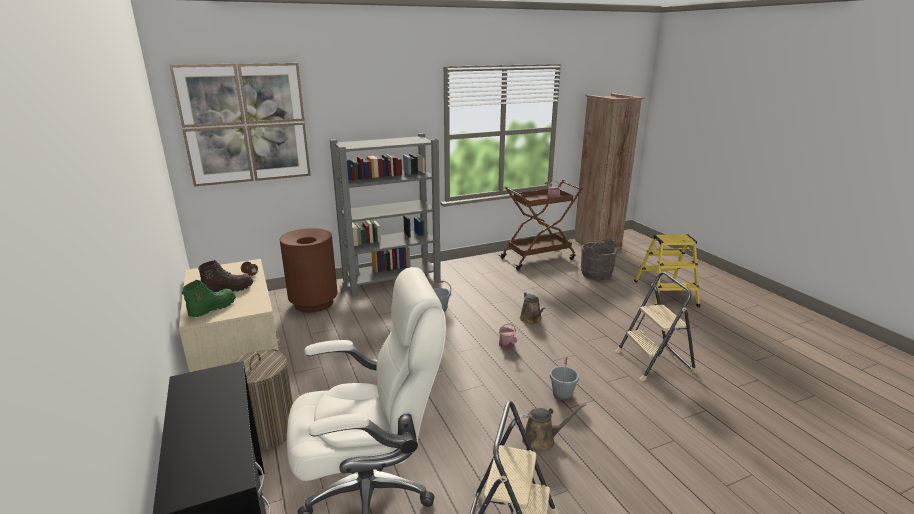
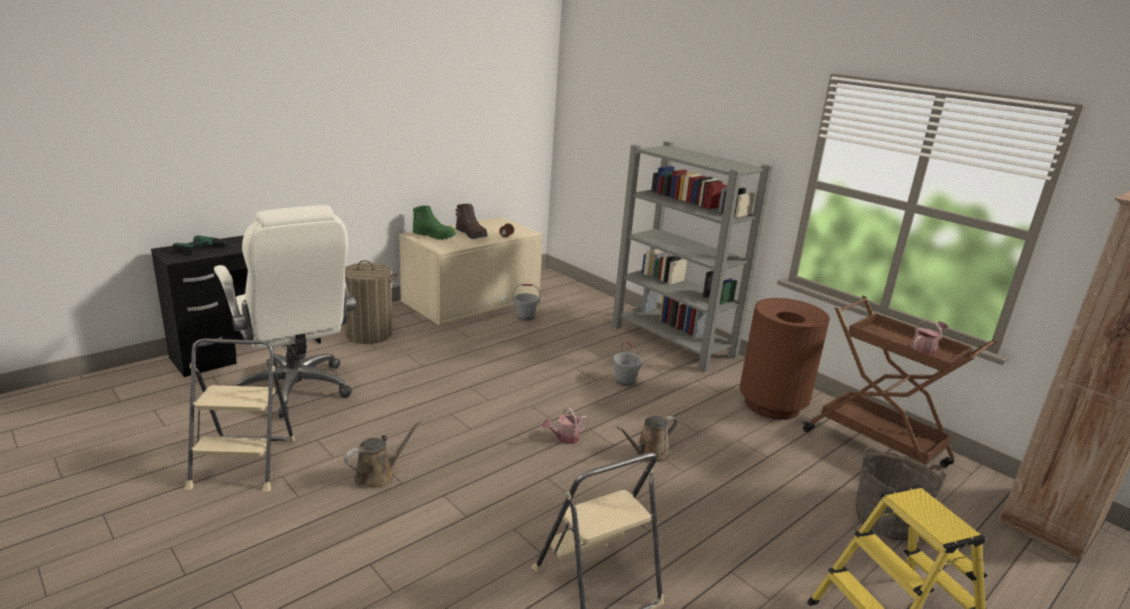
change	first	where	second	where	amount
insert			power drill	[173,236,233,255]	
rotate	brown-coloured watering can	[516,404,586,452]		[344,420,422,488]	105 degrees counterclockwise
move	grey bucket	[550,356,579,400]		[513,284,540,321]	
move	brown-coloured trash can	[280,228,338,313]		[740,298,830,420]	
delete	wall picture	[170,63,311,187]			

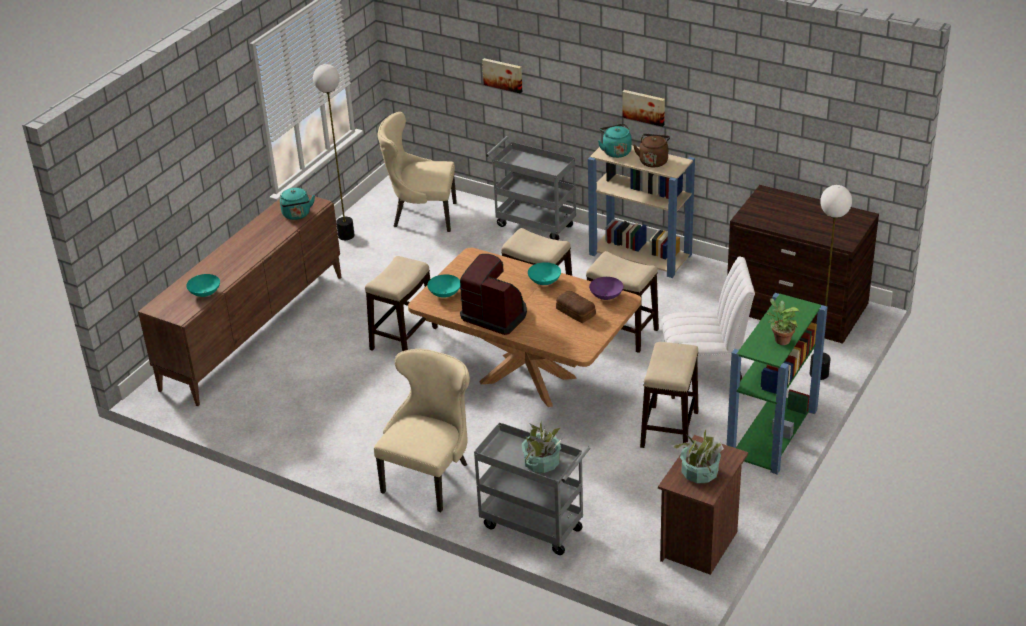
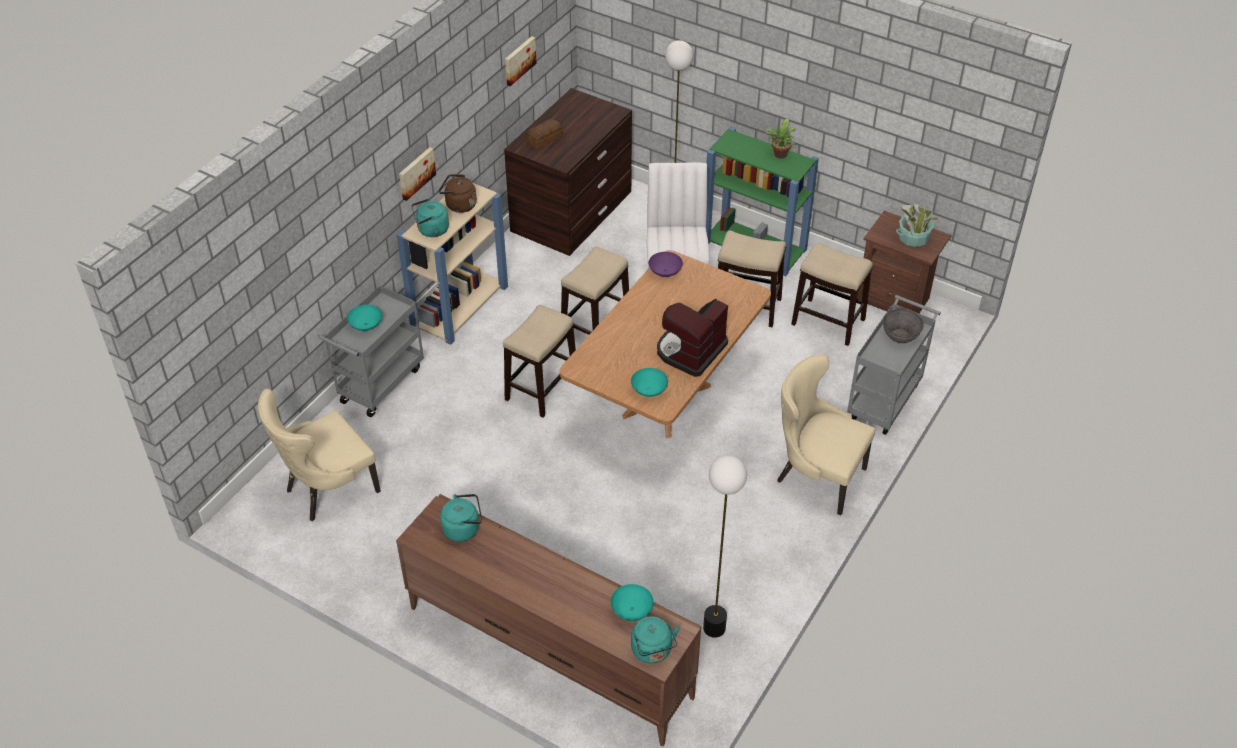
change	first	where	second	where	amount
rotate	beige plain chair	[377,112,457,232]		[258,389,381,521]	45 degrees clockwise
move	turquoise deep dish	[528,262,561,285]		[347,304,382,331]	
move	wall picture	[482,58,522,94]		[505,36,537,86]	
move	bread	[556,291,596,323]		[526,119,563,149]	
insert			turquoise kettle	[631,616,680,664]	
move	floor lamp	[313,64,355,240]		[703,455,747,638]	
move	stool	[365,256,438,351]		[791,243,873,346]	
replace	potted plant	[522,422,565,473]	grey deep dish	[883,309,924,343]	

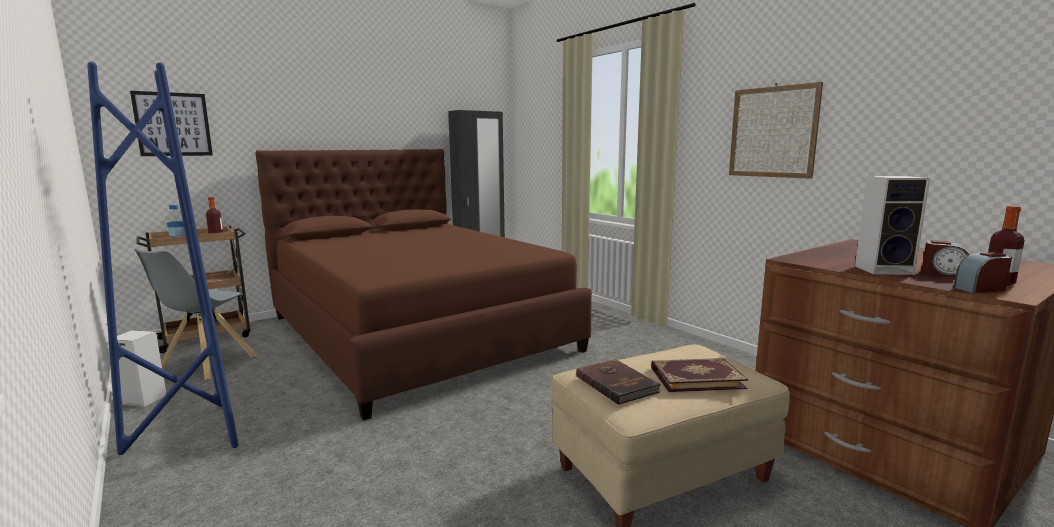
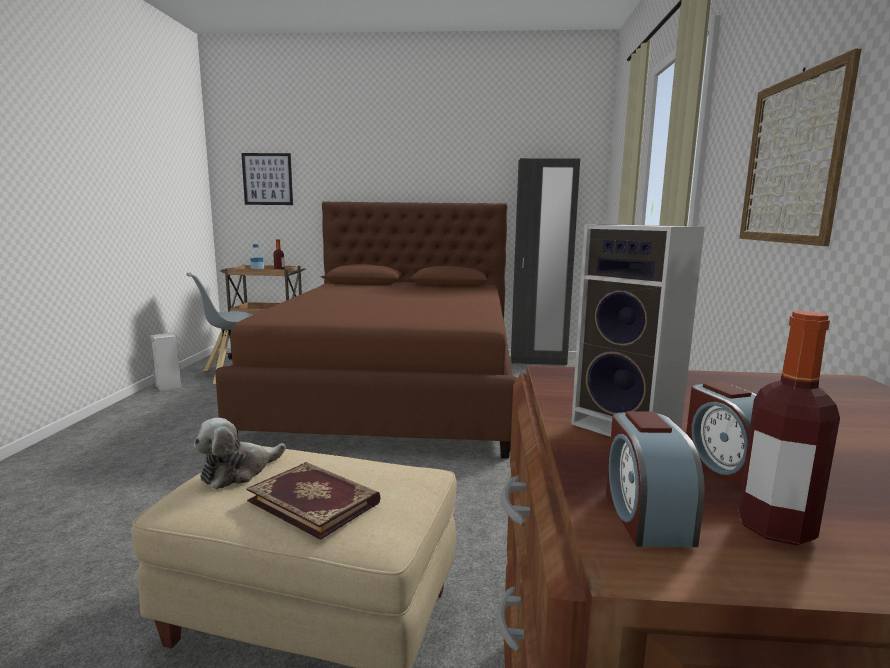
change	first	where	second	where	amount
replace	brown-coloured bound book	[576,359,661,405]	plush toy	[193,418,286,489]	
rotate	alarm clock	[954,252,1012,293]		[606,411,705,547]	120 degrees counterclockwise
delete	blue-coloured garment stand	[87,62,238,455]			

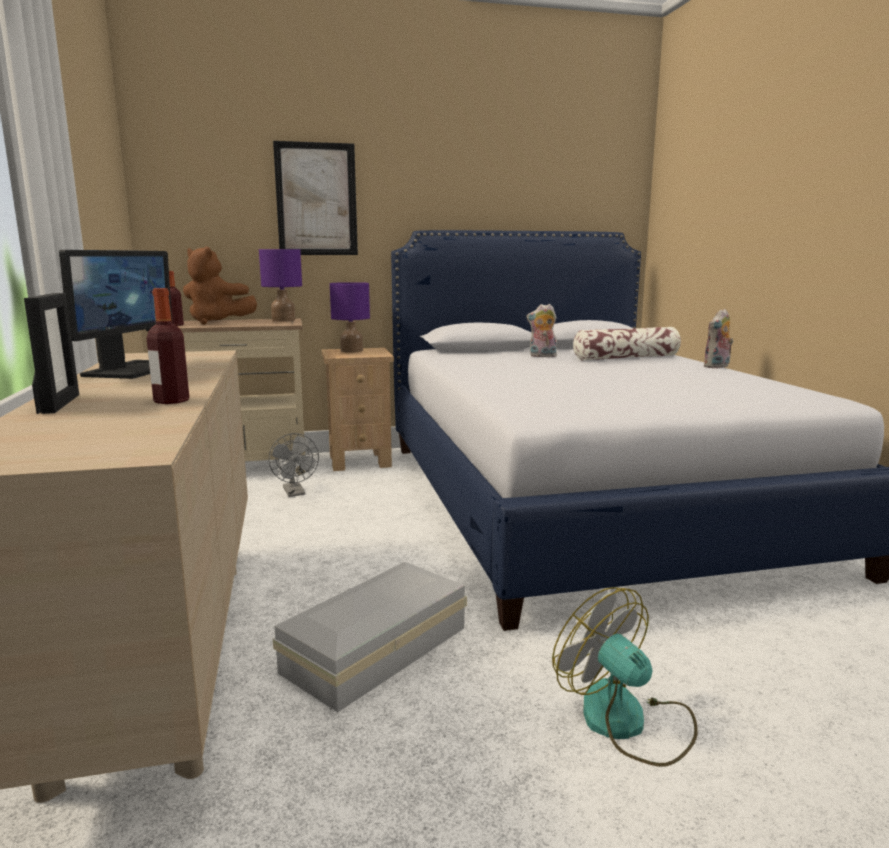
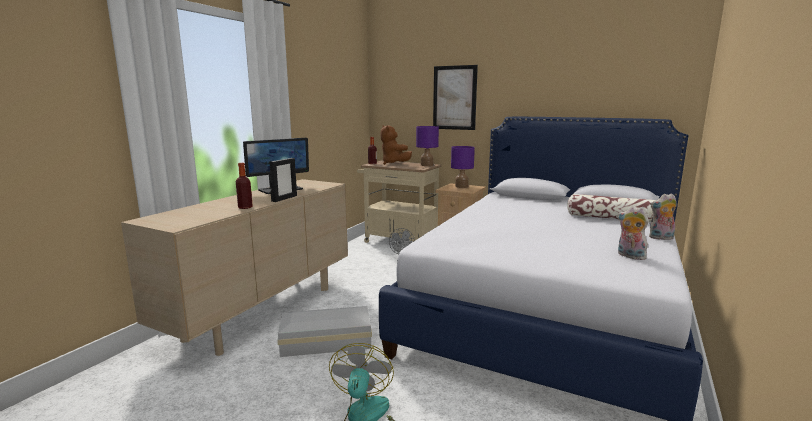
change	first	where	second	where	amount
move	picture frame	[24,293,79,414]		[269,158,297,202]	
move	plush toy	[526,304,557,357]		[618,206,649,260]	

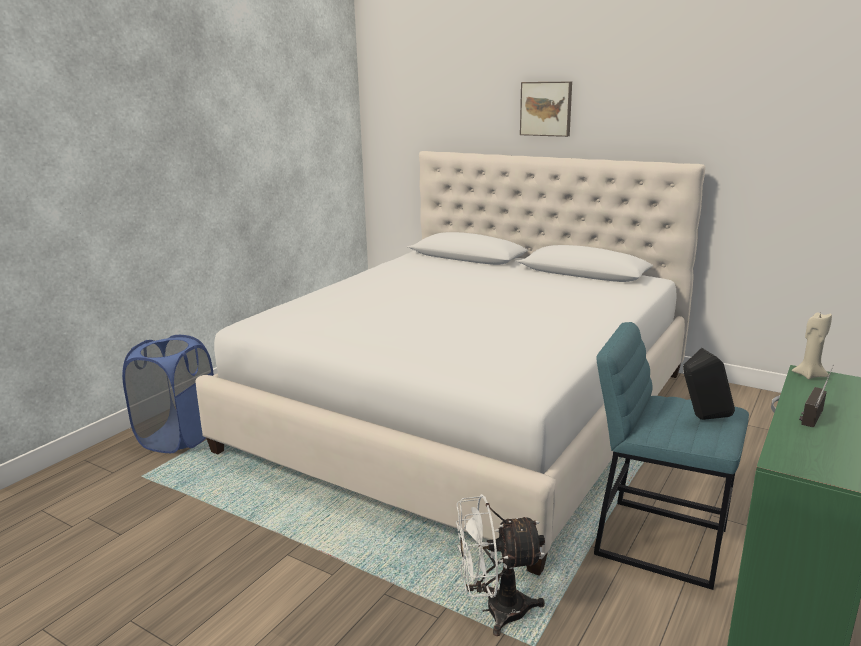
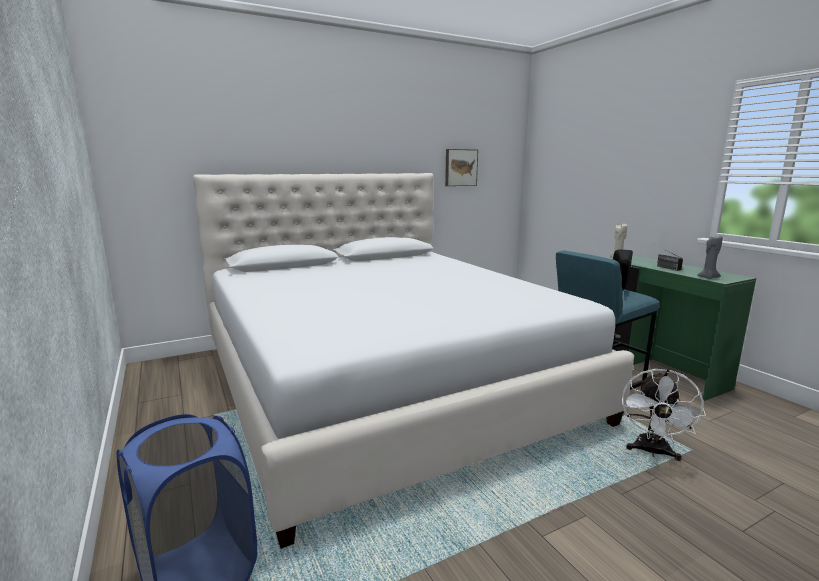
change	first	where	second	where	amount
move	wall picture	[520,82,572,137]		[445,149,478,186]	
insert			grey wax light	[697,236,723,279]	

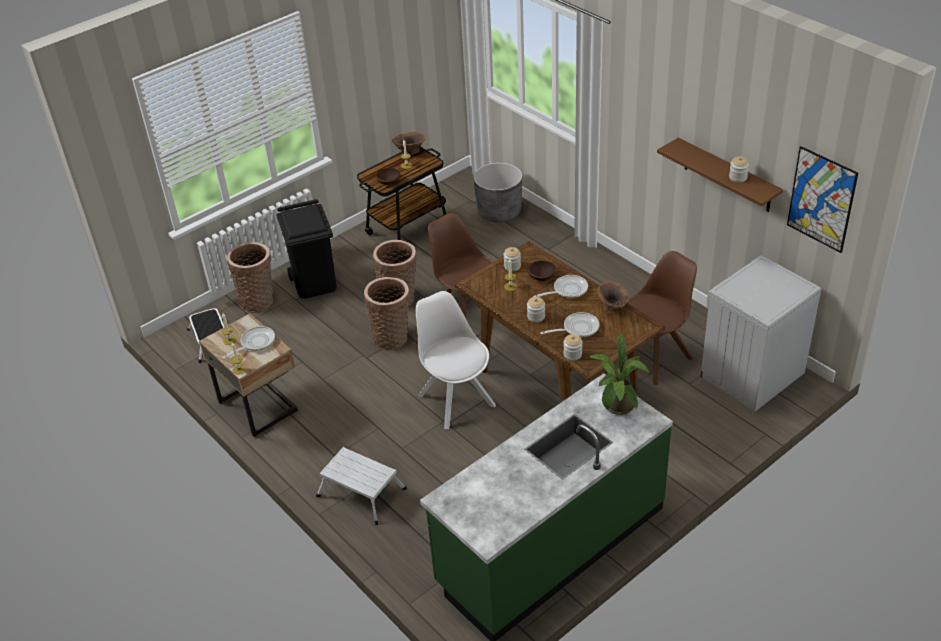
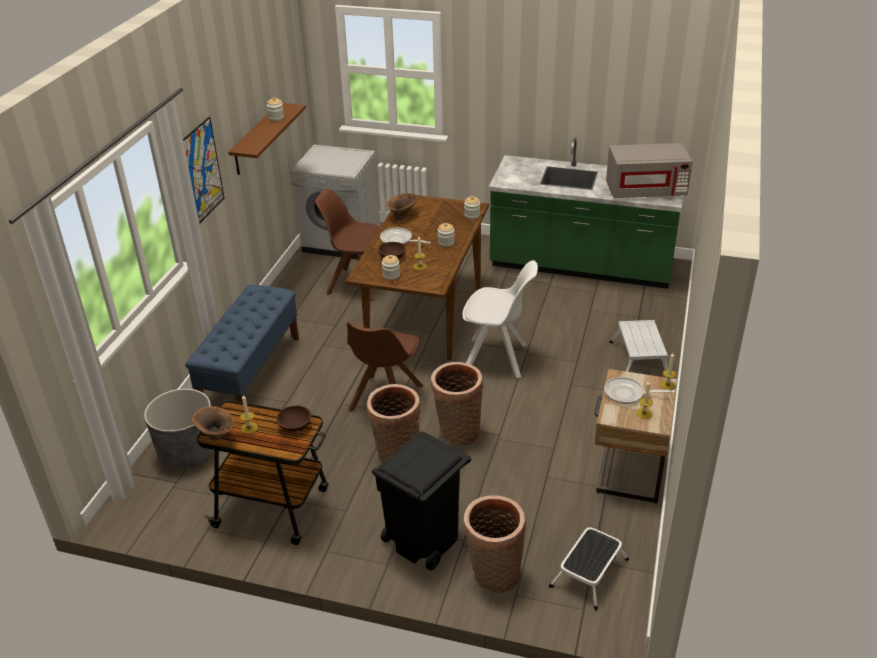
change	first	where	second	where	amount
move	wall picture	[787,146,858,253]		[183,117,224,223]	
insert			blue-coloured bench	[185,285,299,402]	
rotate	whitish plain chair	[416,291,496,429]		[463,260,538,378]	105 degrees counterclockwise
insert			grey microwave	[606,143,693,198]	
delete	frying pan	[540,312,599,337]			
delete	potted plant	[588,333,651,415]			

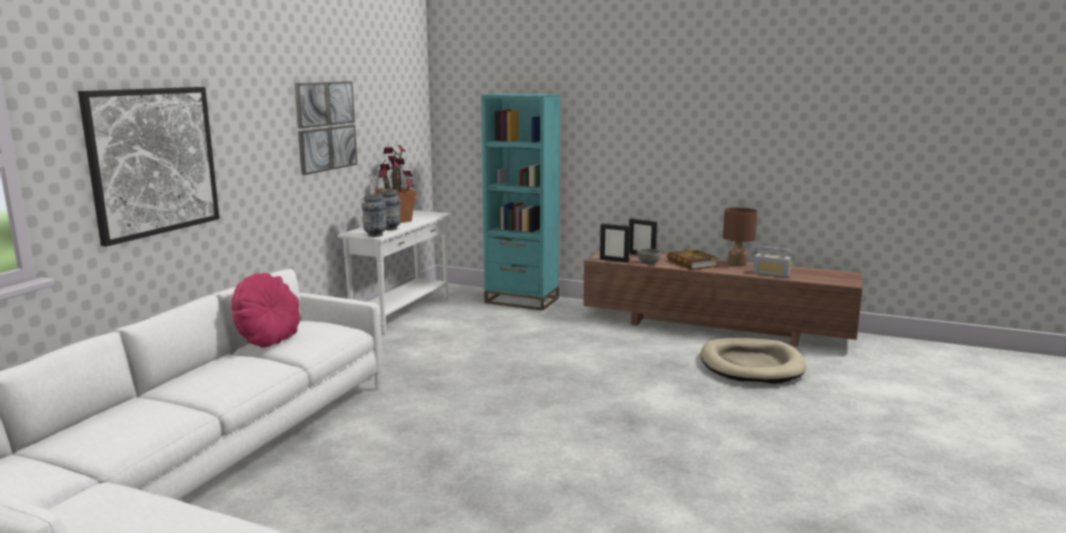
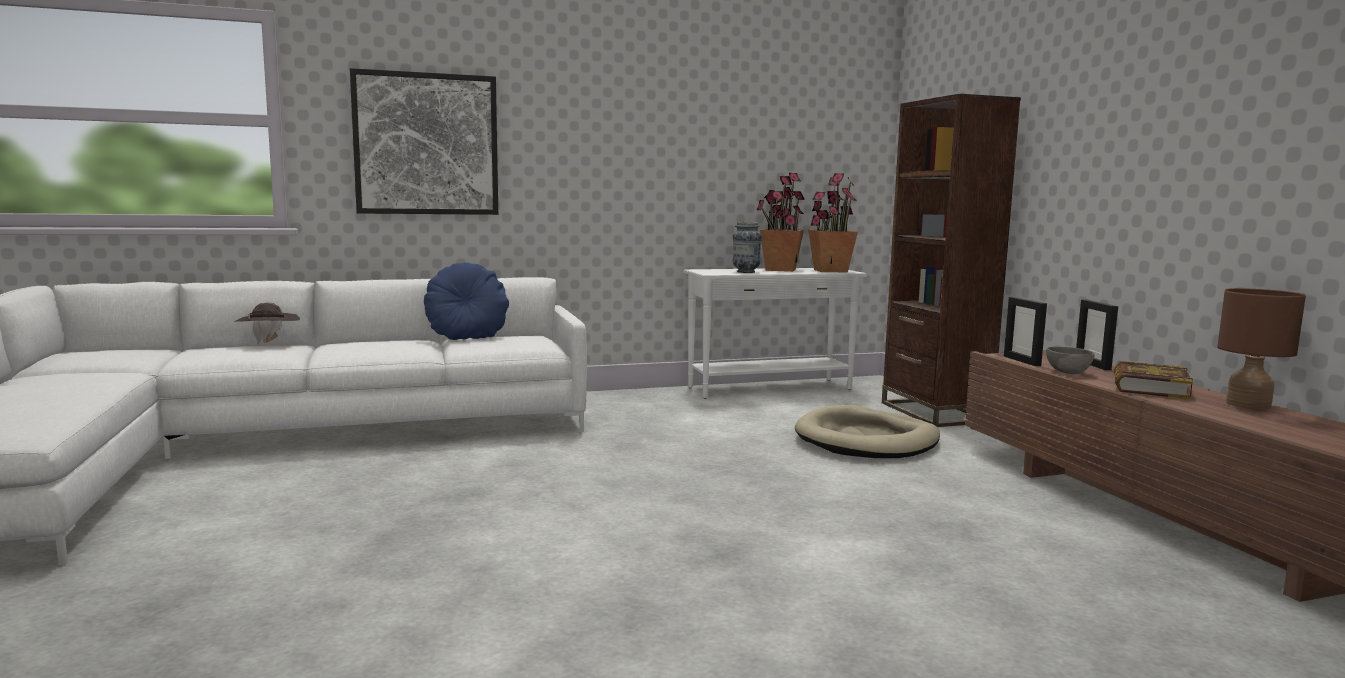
change	first	where	second	where	amount
insert			brown-coloured wearable hat	[234,303,300,344]	
recolor	pink-coloured cushion	[231,273,300,348]	blue-coloured cushion	[424,262,509,340]	
move	beige dog cushion	[701,338,806,384]		[795,405,940,458]	
insert			potted plant	[808,173,858,272]	
recolor	turquoise shelving unit	[481,93,561,311]	brown-coloured shelving unit	[882,94,1021,427]	
delete	wall picture	[294,81,357,175]			
delete	vase	[362,194,387,237]			
delete	radio set	[753,246,792,277]			

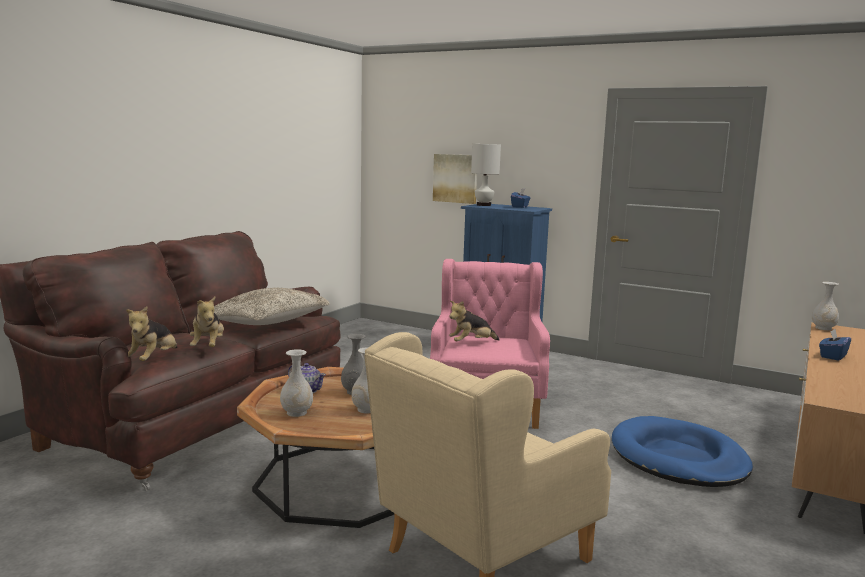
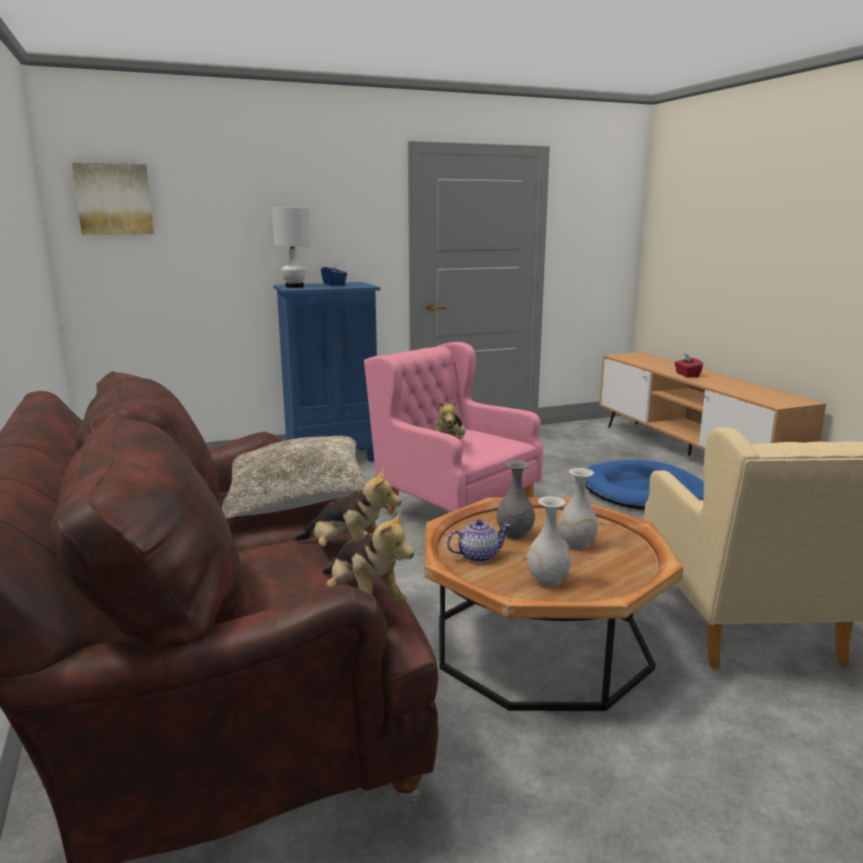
change	first	where	second	where	amount
move	wall picture	[433,154,477,204]		[72,162,154,235]	
recolor	blue-coloured tissue box	[819,329,851,361]	reddish tissue box	[674,353,703,377]	
delete	whitish vase	[812,282,839,330]			

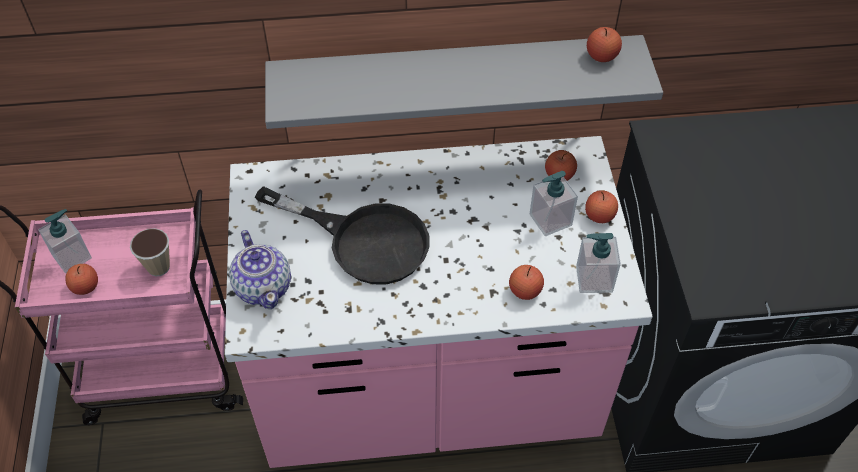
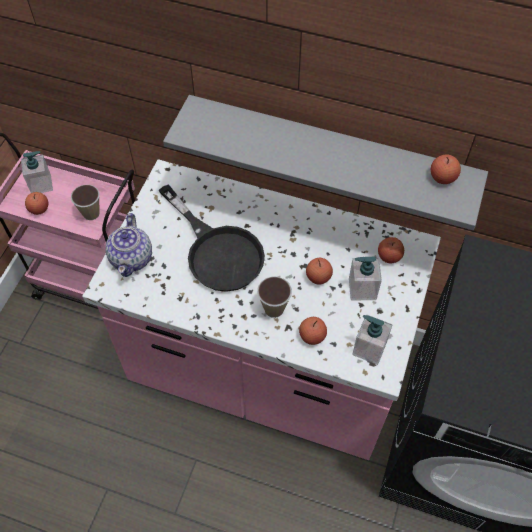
change	first	where	second	where	amount
insert			cup	[257,276,292,318]	
move	apple fruit	[585,190,618,223]		[306,258,333,285]	

